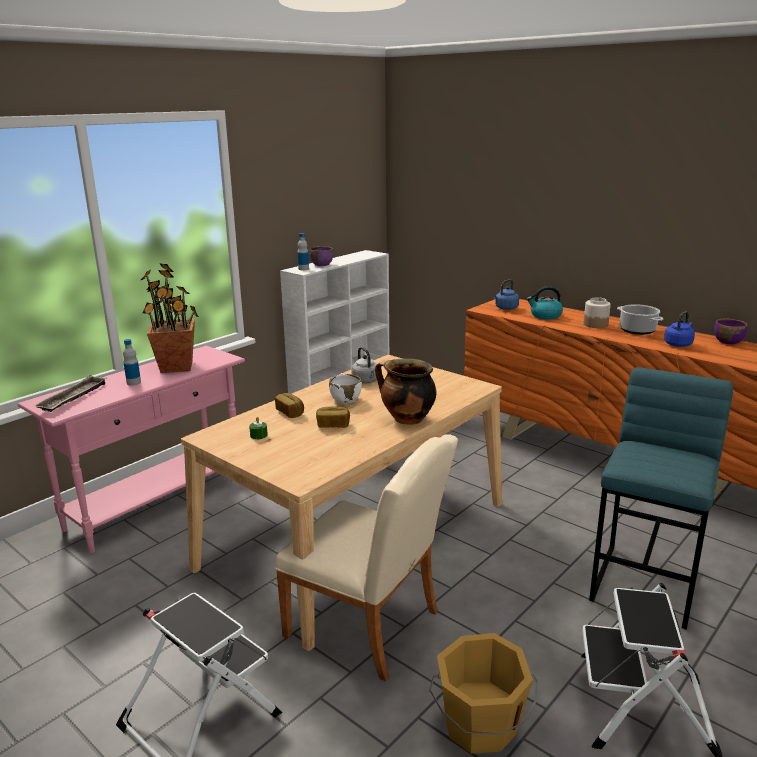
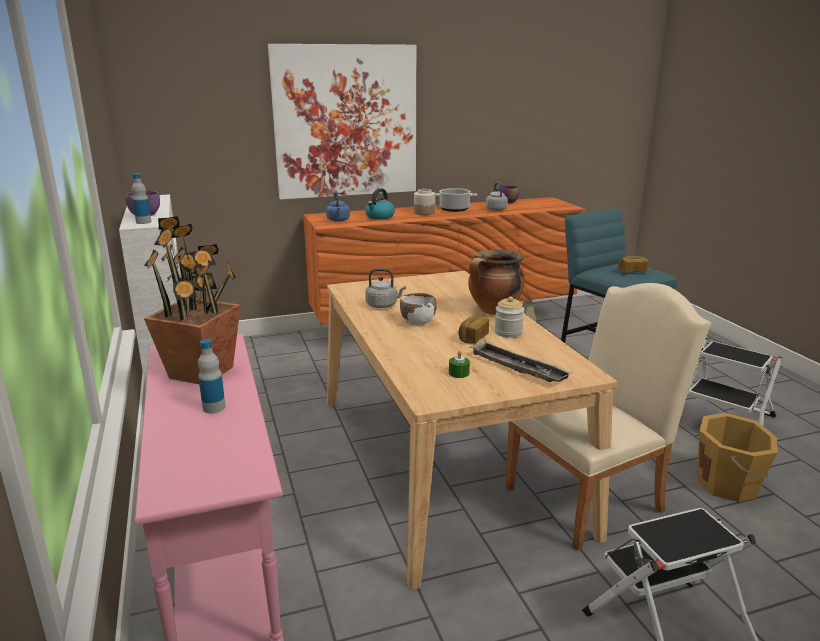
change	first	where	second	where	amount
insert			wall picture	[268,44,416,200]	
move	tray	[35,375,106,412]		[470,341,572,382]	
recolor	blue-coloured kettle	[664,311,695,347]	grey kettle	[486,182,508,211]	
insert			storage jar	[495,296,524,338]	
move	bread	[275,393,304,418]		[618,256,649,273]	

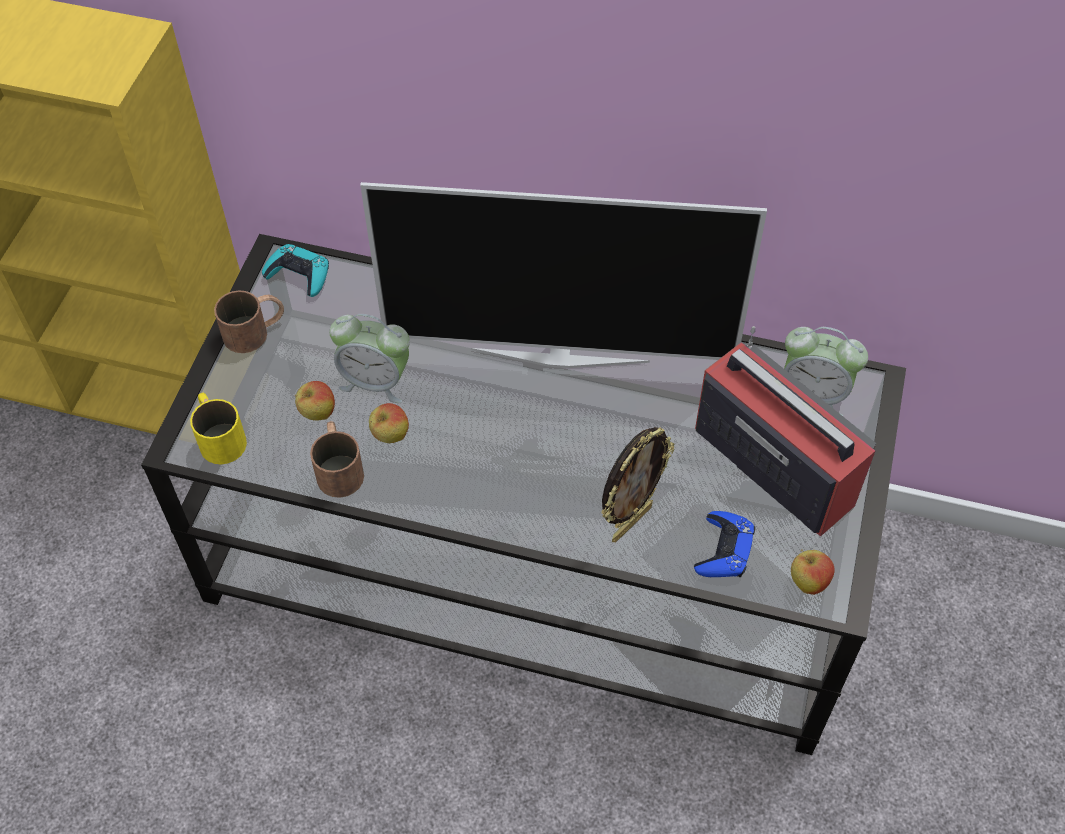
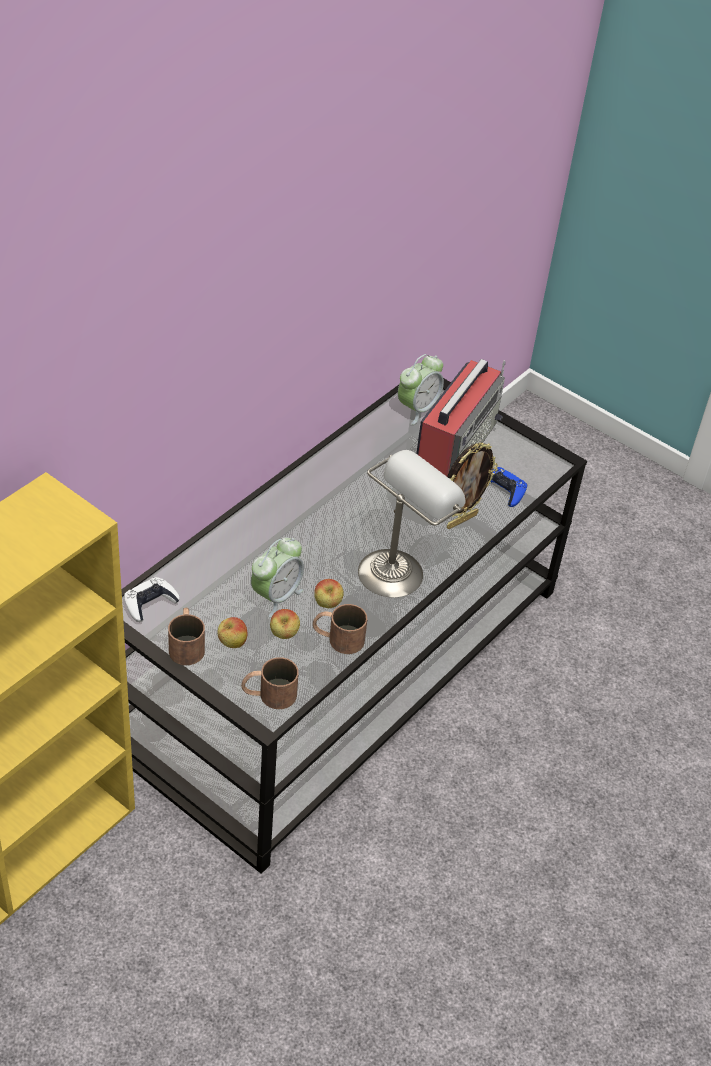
change	first	where	second	where	amount
recolor	turquoise joypad	[262,244,329,297]	whitish joypad	[124,577,180,622]	
move	apple fruit	[791,549,834,595]		[217,617,248,648]	
recolor	yellowish coffee mug	[190,393,247,464]	brown-coloured coffee mug	[241,657,299,709]	
insert			whitish table lamp	[358,450,466,597]	
rotate	radio set	[695,326,876,537]		[416,359,505,476]	135 degrees clockwise
rotate	picture frame	[601,427,674,542]		[447,443,498,529]	75 degrees clockwise
delete	TV	[360,182,767,368]			

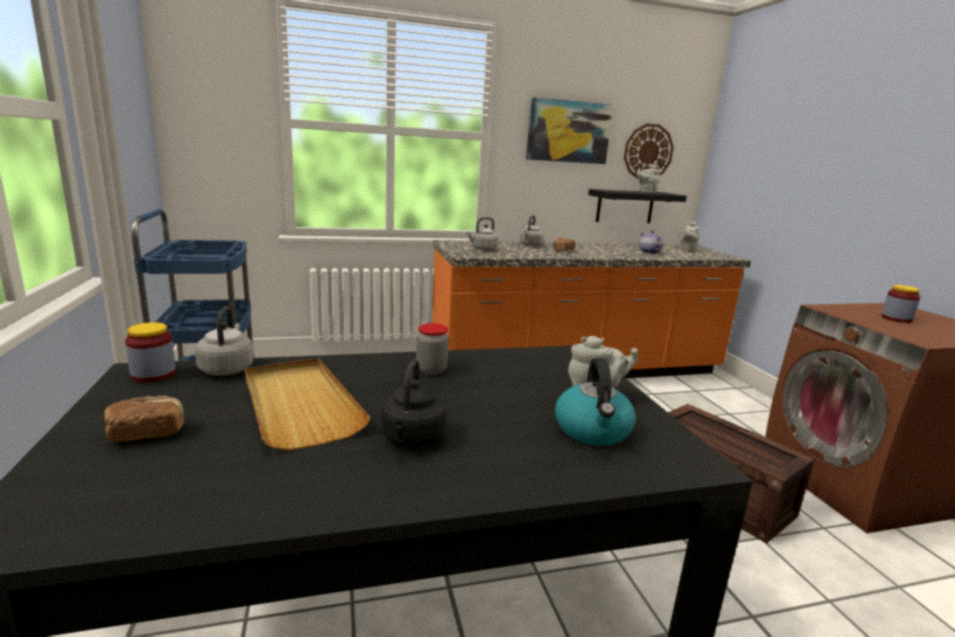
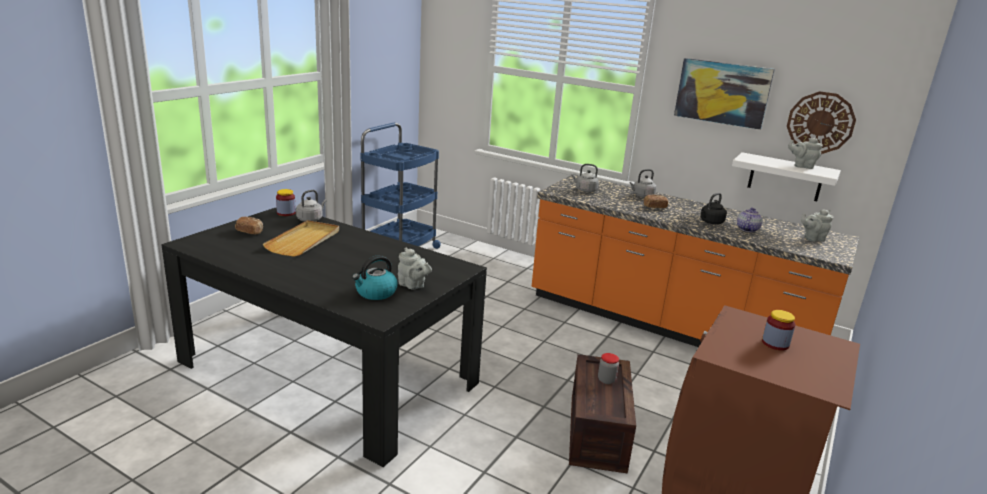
change	first	where	second	where	amount
move	storage jar	[416,323,449,375]		[598,353,619,384]	
move	blackish kettle	[381,359,446,447]		[700,193,727,224]	
recolor	blackish shelf	[588,189,687,223]	whitish shelf	[732,152,841,201]	

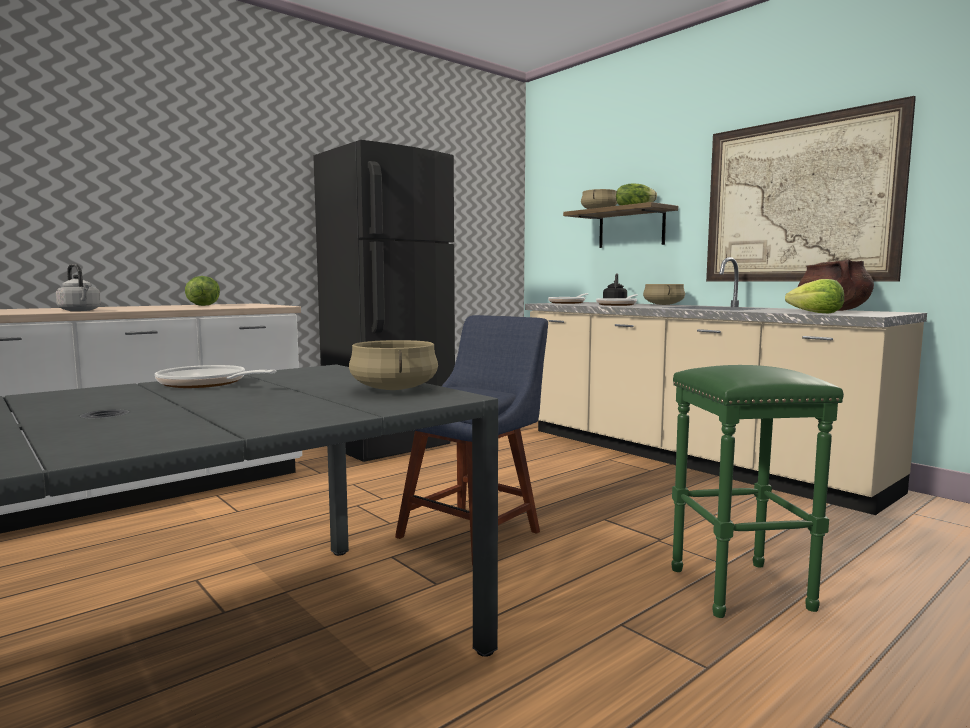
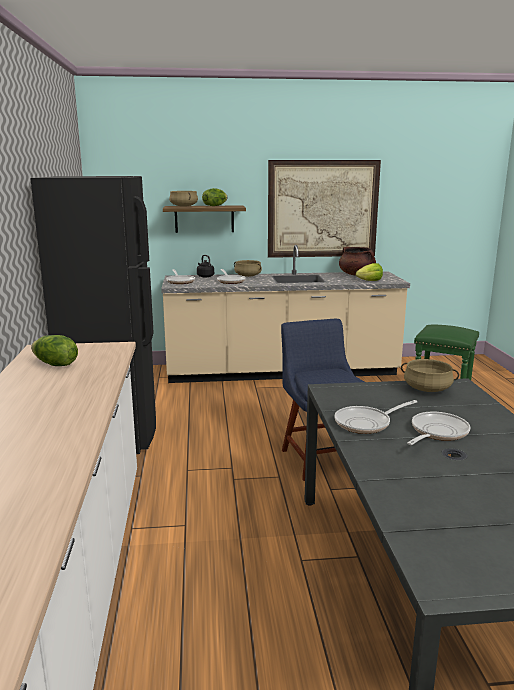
change	first	where	second	where	amount
insert			frying pan	[407,412,470,445]	
delete	grey kettle	[56,264,101,311]			

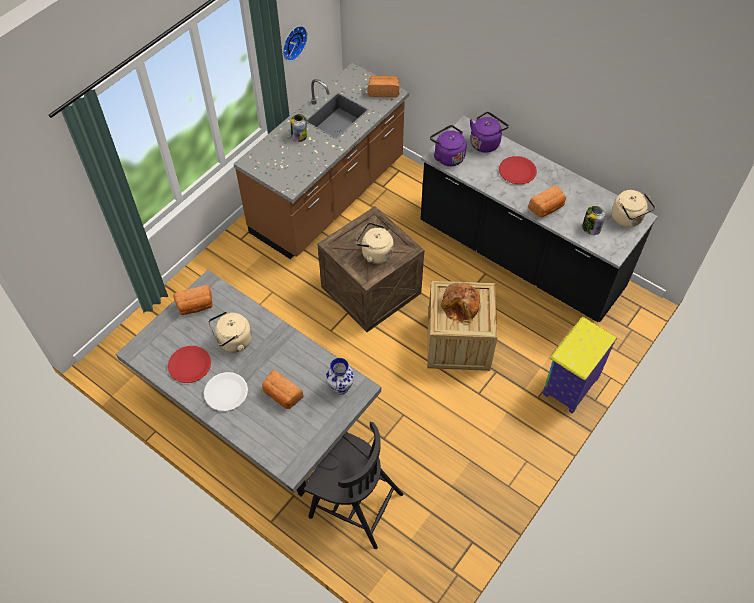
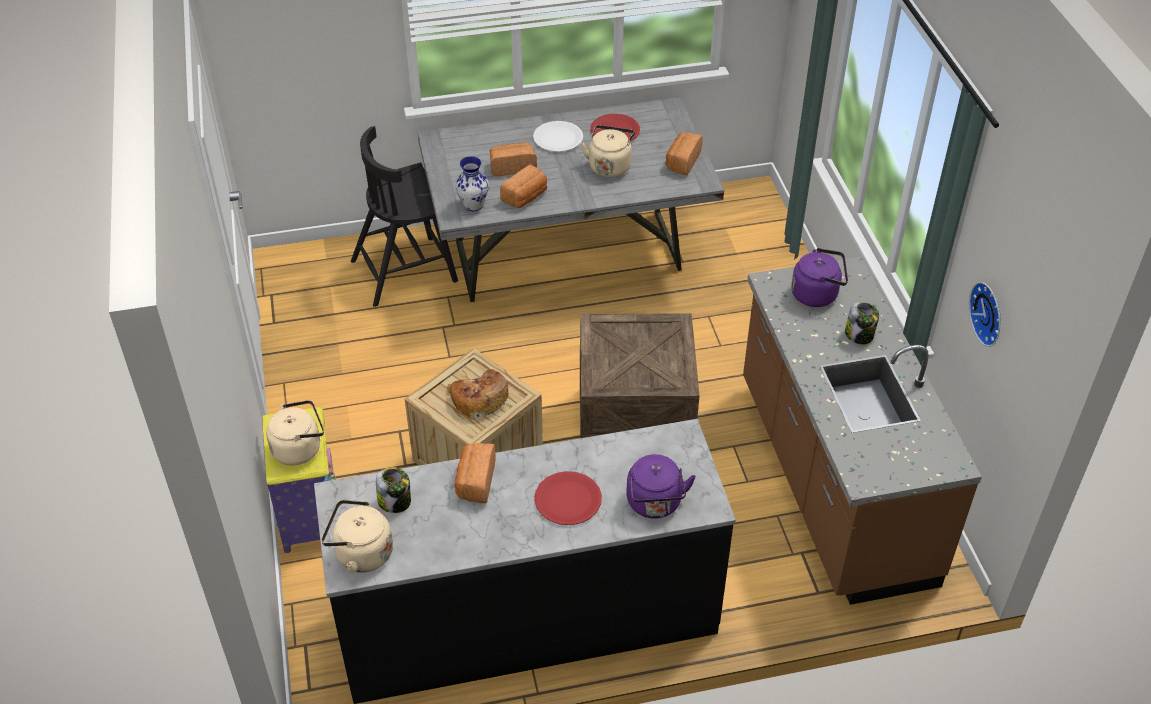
change	first	where	second	where	amount
move	beige kettle	[356,223,394,264]		[266,400,324,465]	
move	bread	[368,75,399,97]		[500,164,547,208]	
move	purple kettle	[430,125,467,166]		[791,248,848,307]	

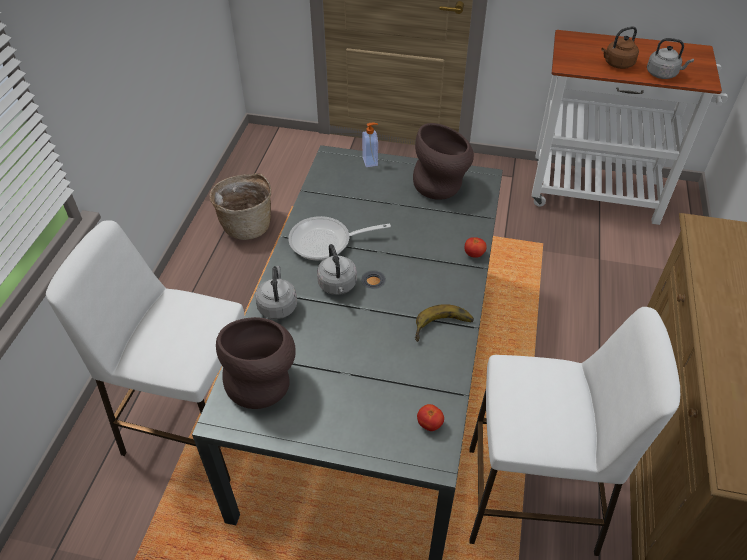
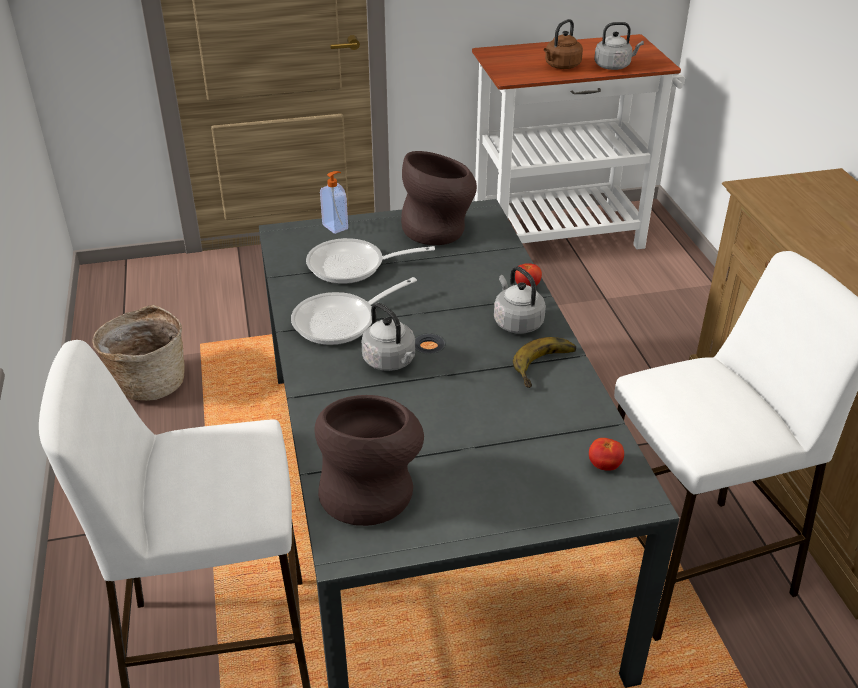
change	first	where	second	where	amount
insert			frying pan	[306,238,435,284]	
move	grey kettle	[255,266,297,319]		[494,266,546,334]	

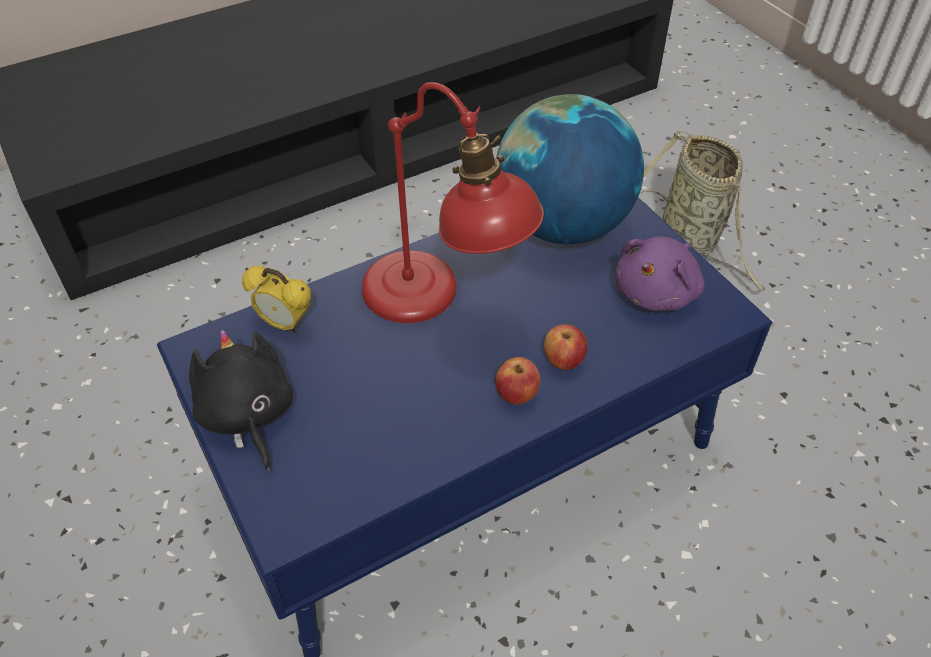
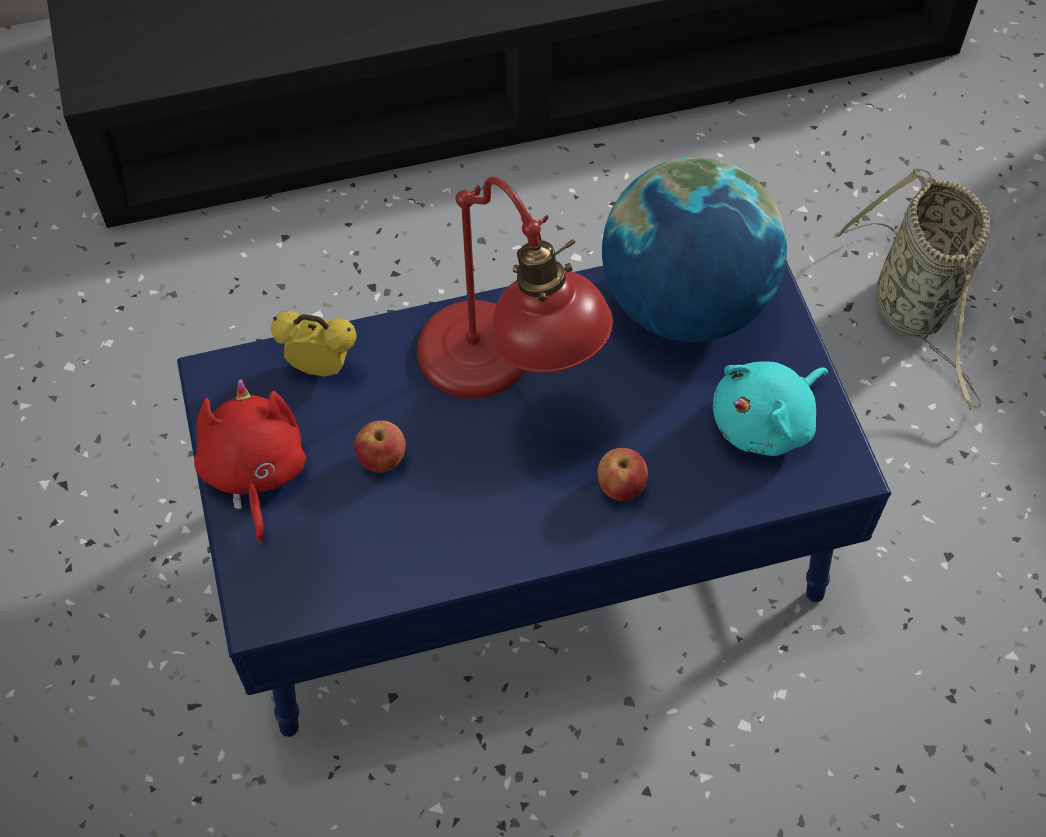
change	first	where	second	where	amount
recolor	blackish plush toy	[189,330,293,471]	reddish plush toy	[194,379,306,544]	
rotate	alarm clock	[242,266,311,334]		[271,311,357,376]	150 degrees clockwise
move	apple fruit	[495,357,540,405]		[354,420,406,473]	
recolor	purple plush toy	[615,236,704,311]	turquoise plush toy	[713,361,828,456]	

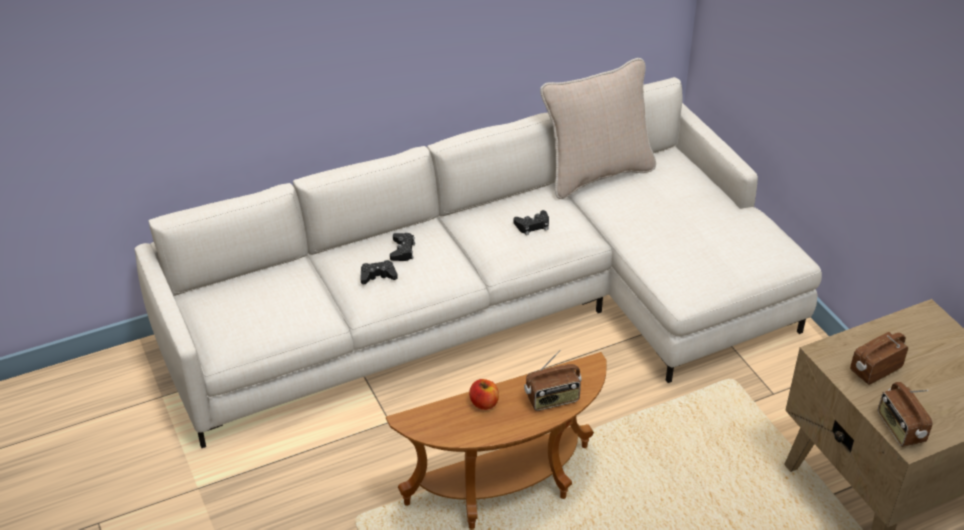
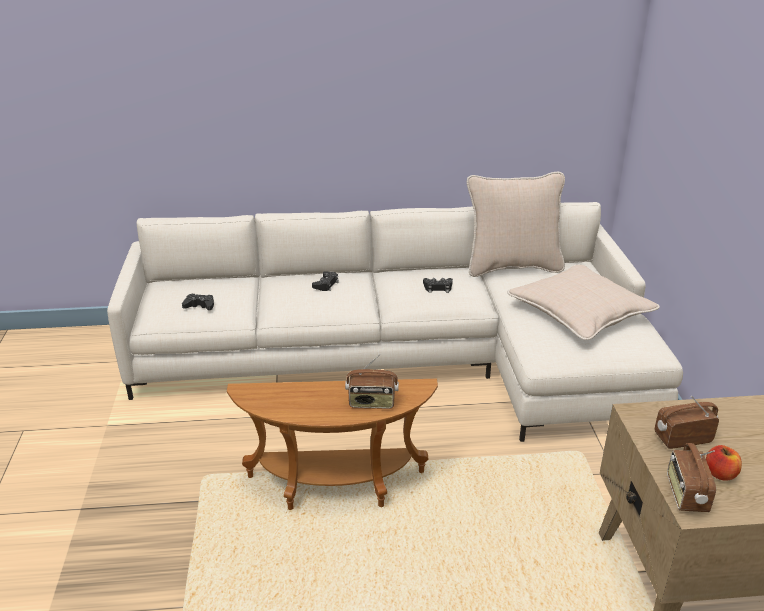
change	first	where	second	where	amount
move	blackish joypad	[360,260,398,284]		[182,294,214,310]	
insert			beige cushion	[507,264,660,340]	
move	apple fruit	[469,379,499,410]		[706,445,742,481]	

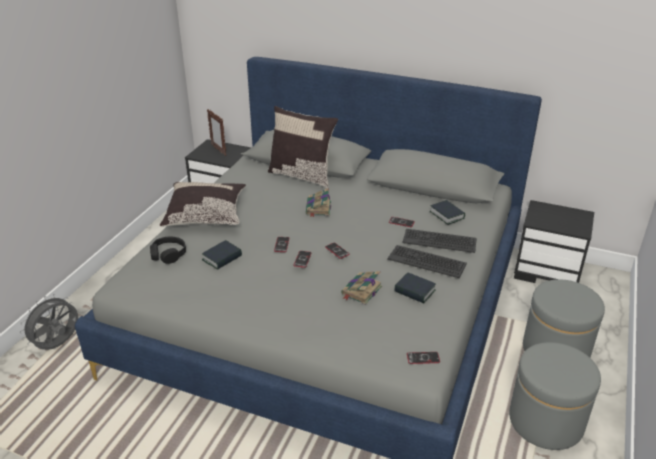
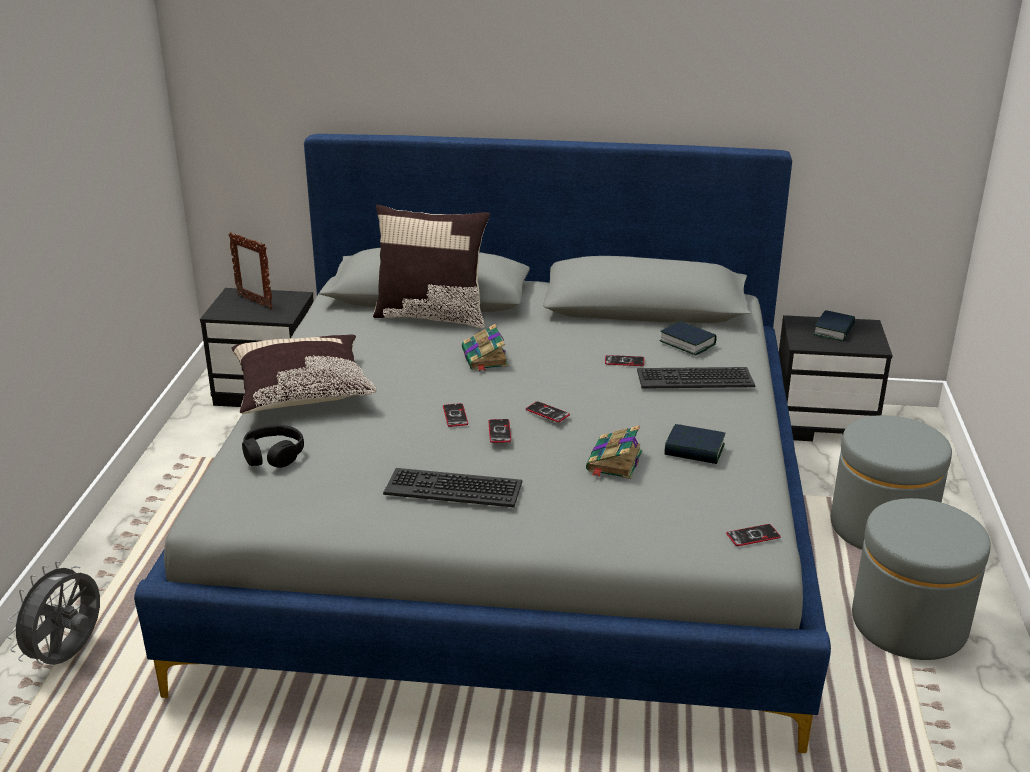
change	first	where	second	where	amount
move	computer keyboard	[387,245,467,278]		[383,468,523,507]	
move	bound book	[202,240,242,270]		[813,310,855,341]	

